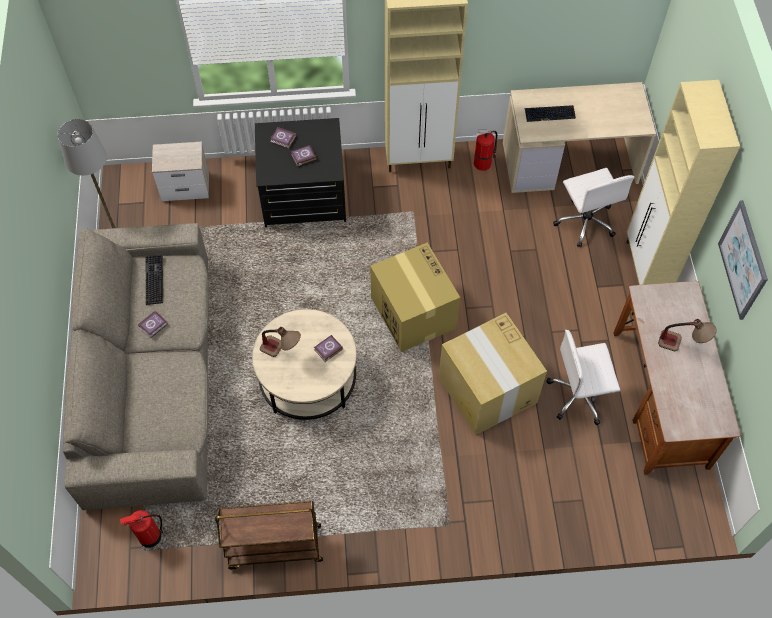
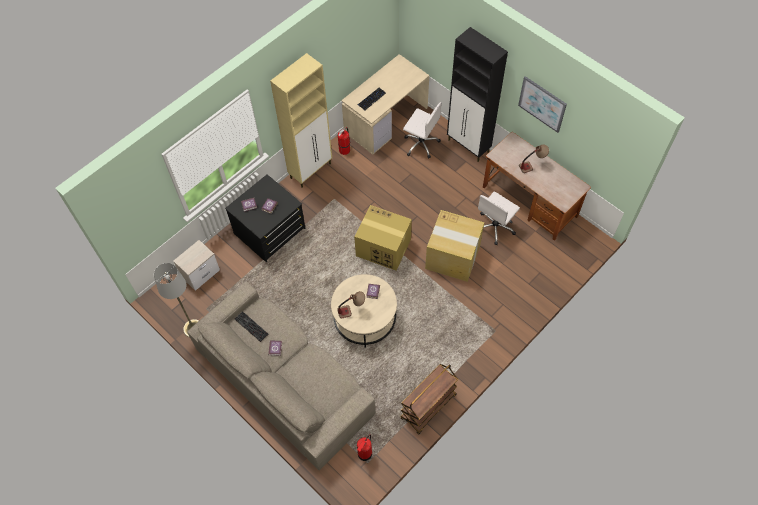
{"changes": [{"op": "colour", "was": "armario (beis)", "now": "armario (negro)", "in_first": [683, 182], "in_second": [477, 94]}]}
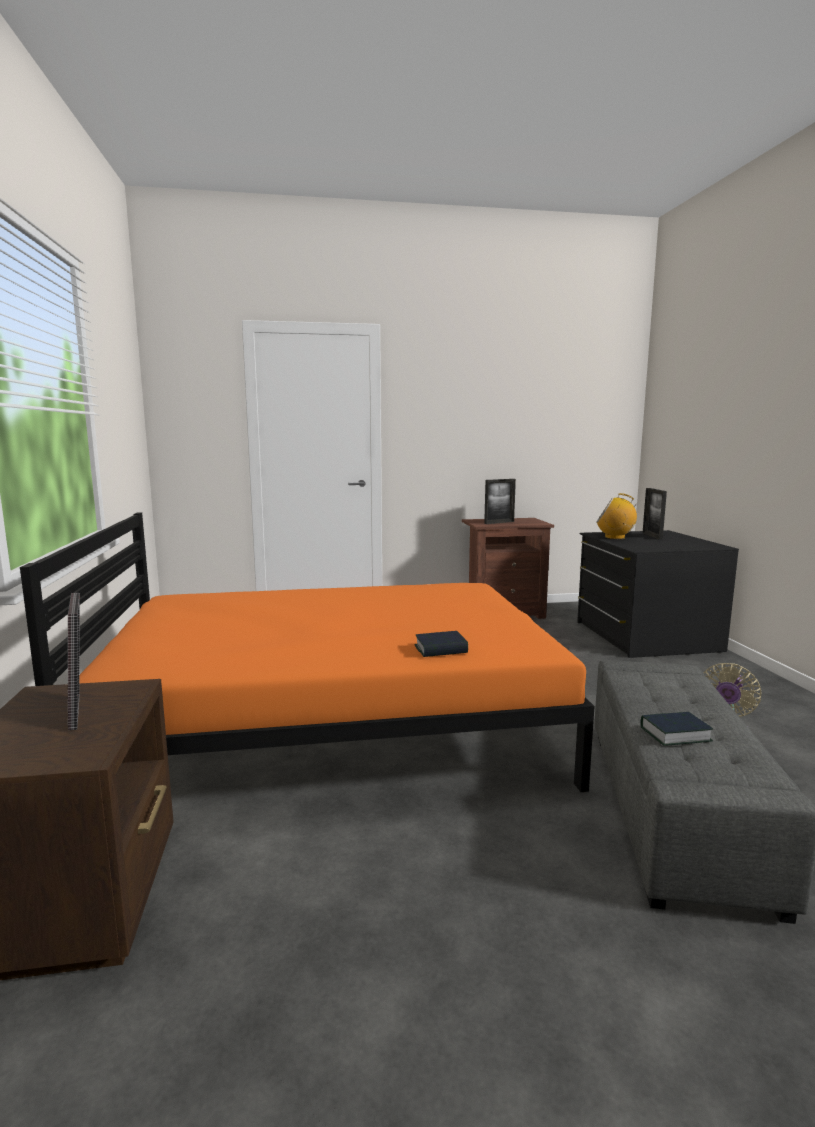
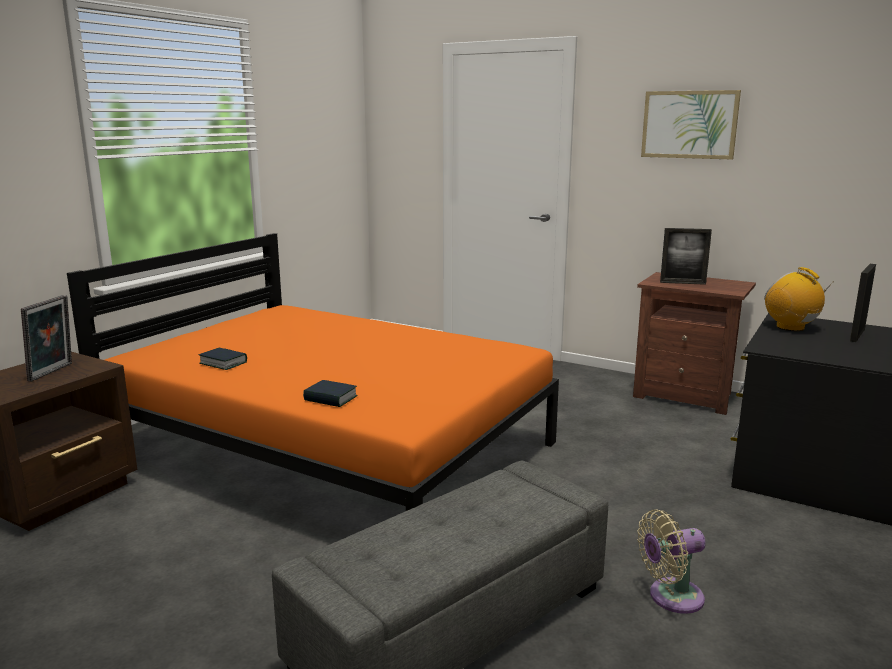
{"changes": [{"op": "relocated", "was": "libro", "in_first": [677, 729], "in_second": [223, 359]}, {"op": "appeared", "now": "cuadro", "in_second": [691, 125]}]}
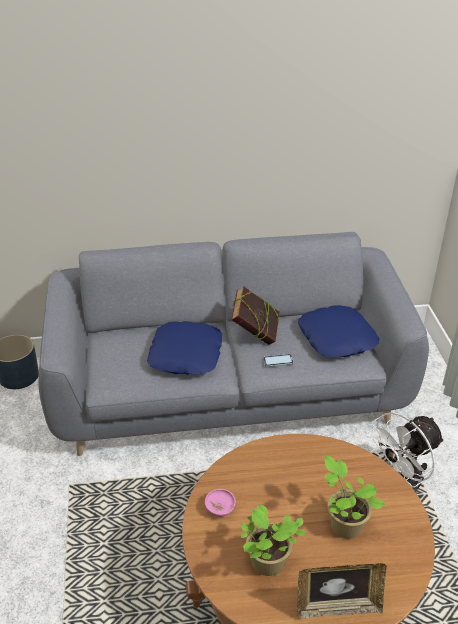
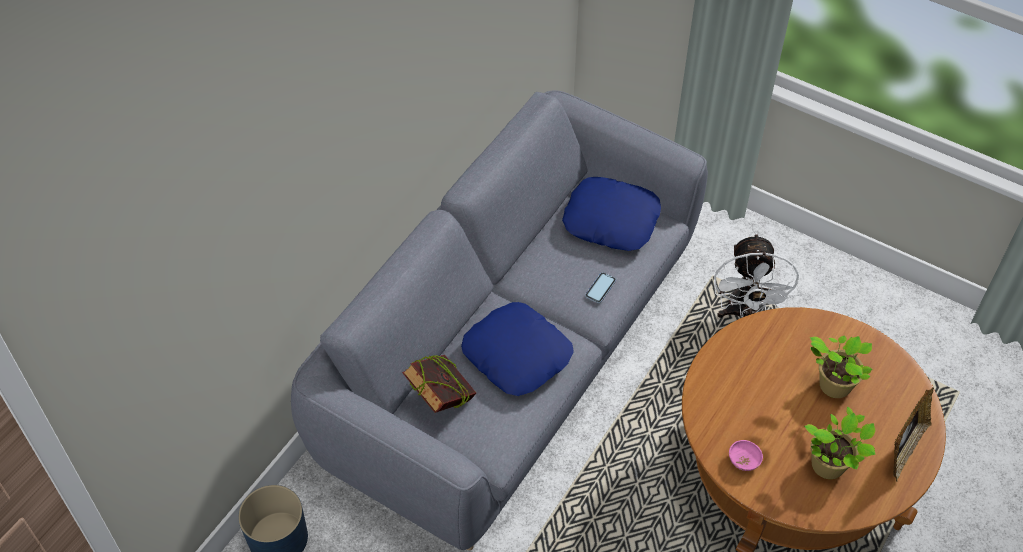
{"changes": [{"op": "relocated", "was": "libro", "in_first": [255, 315], "in_second": [439, 384]}]}
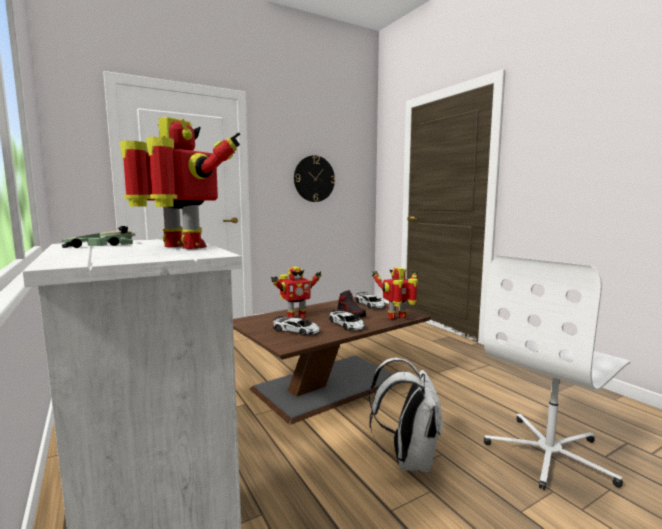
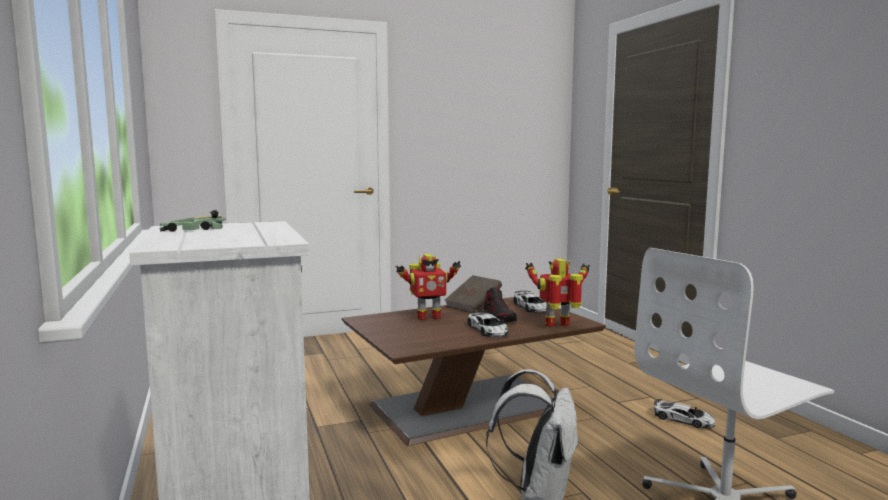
{"changes": [{"op": "appeared", "now": "libro (marrón)", "in_second": [473, 293]}, {"op": "relocated", "was": "coche de juguete", "in_first": [296, 326], "in_second": [685, 414]}, {"op": "missing", "was": "robot de juguete", "in_first": [180, 183]}, {"op": "missing", "was": "reloj de pared", "in_first": [314, 178]}]}
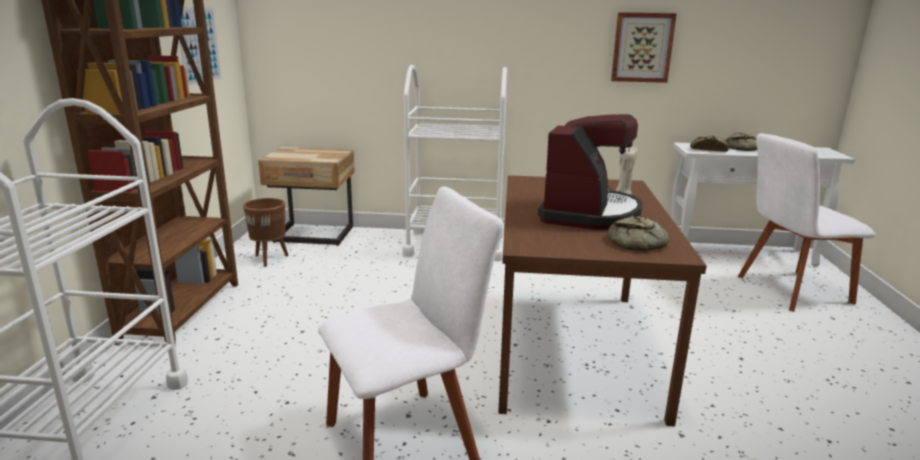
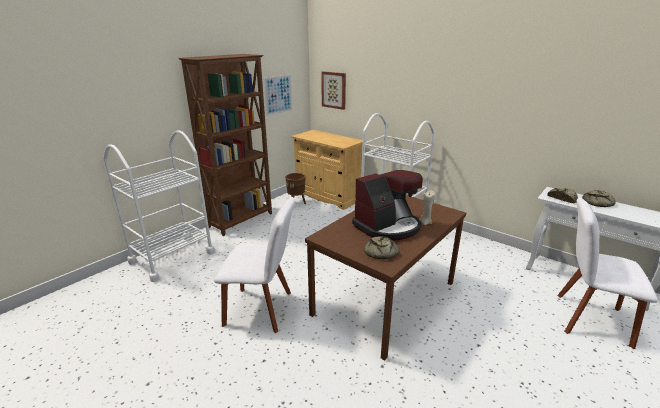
{"changes": [{"op": "exchanged", "was": "mesita de noche (beis)", "now": "armario (beis)", "in_first": [306, 196], "in_second": [328, 170]}, {"op": "relocated", "was": "cuadro", "in_first": [644, 47], "in_second": [333, 90]}]}
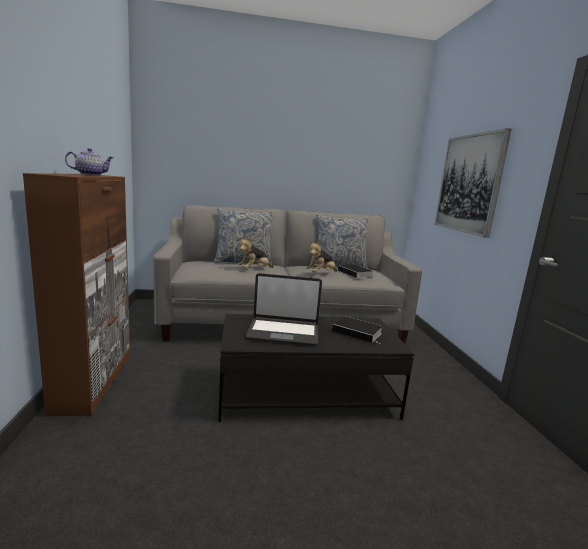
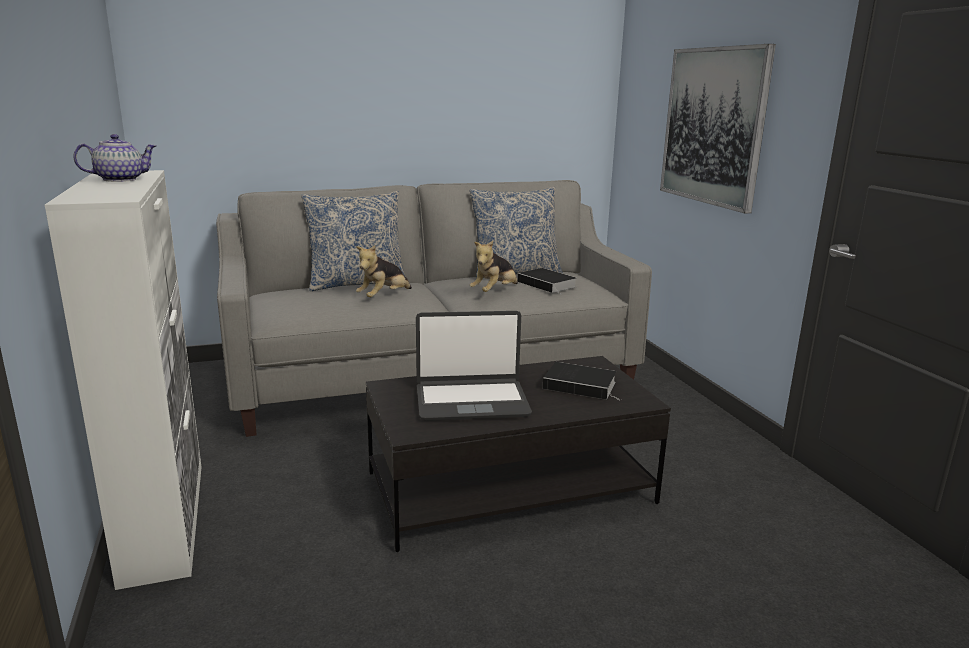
{"changes": [{"op": "colour", "was": "armario (marrón)", "now": "armario (blanco)", "in_first": [76, 294], "in_second": [123, 380]}]}
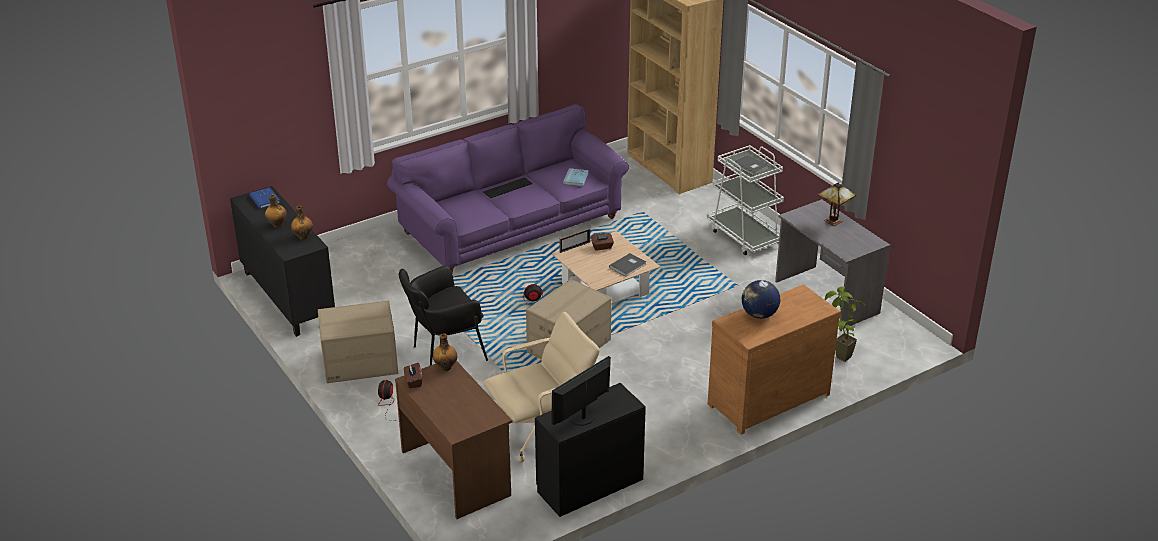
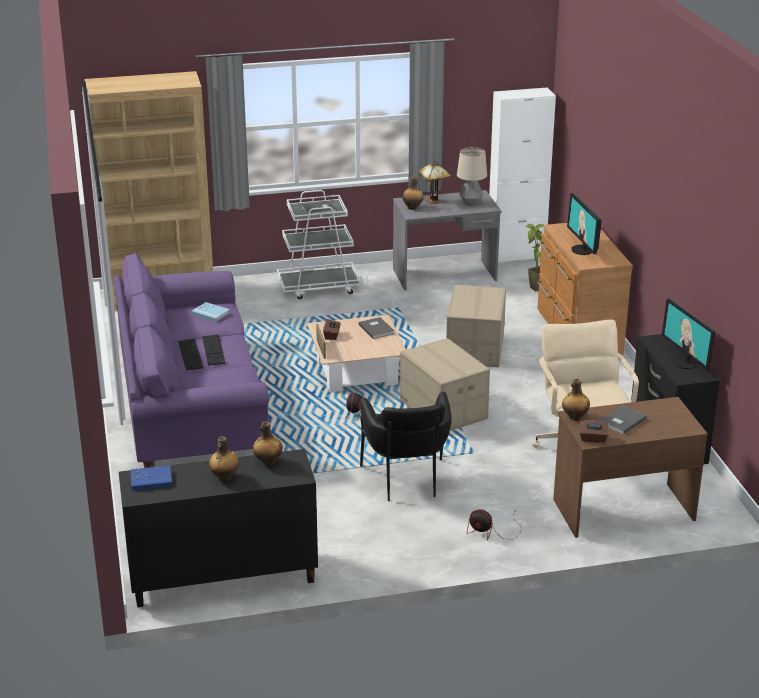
{"changes": [{"op": "appeared", "now": "teclado", "in_second": [214, 350]}, {"op": "appeared", "now": "botella", "in_second": [412, 193]}, {"op": "relocated", "was": "caja de cartón", "in_first": [358, 342], "in_second": [476, 326]}, {"op": "appeared", "now": "lámpara de mesa", "in_second": [472, 176]}, {"op": "appeared", "now": "armario (blanco)", "in_second": [522, 174]}, {"op": "exchanged", "was": "globo terráqueo", "now": "monitor", "in_first": [761, 299], "in_second": [584, 224]}, {"op": "appeared", "now": "libro (gris)", "in_second": [623, 420]}]}
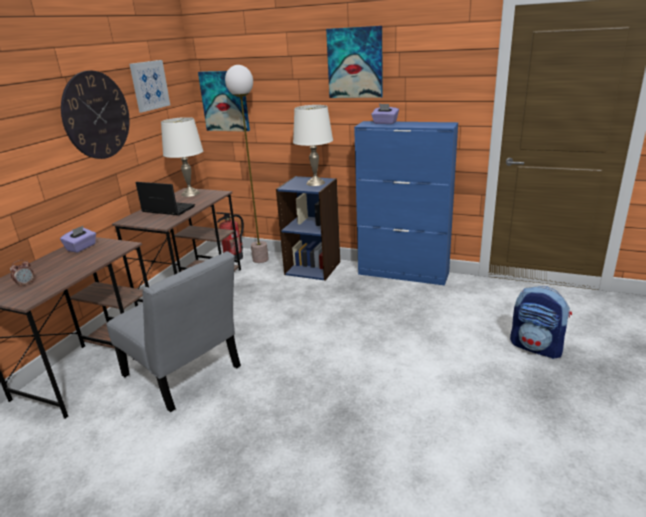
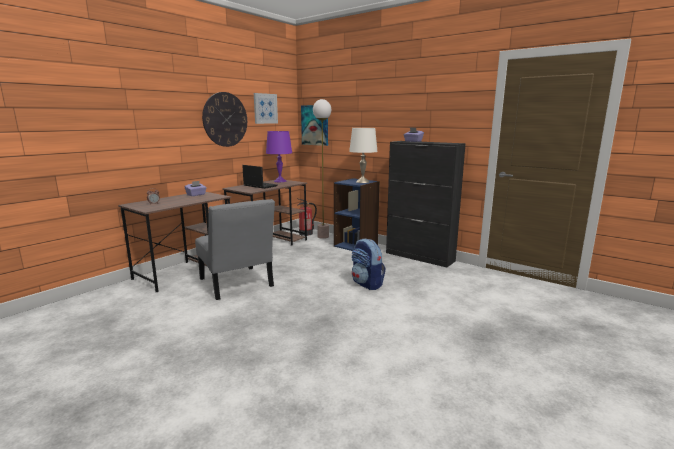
{"changes": [{"op": "colour", "was": "lámpara de mesa (blanco)", "now": "lámpara de mesa (morado)", "in_first": [182, 157], "in_second": [279, 156]}, {"op": "relocated", "was": "mochila", "in_first": [541, 322], "in_second": [369, 264]}, {"op": "colour", "was": "armario (azul)", "now": "armario (negro)", "in_first": [406, 203], "in_second": [426, 204]}, {"op": "missing", "was": "cuadro", "in_first": [354, 62]}]}
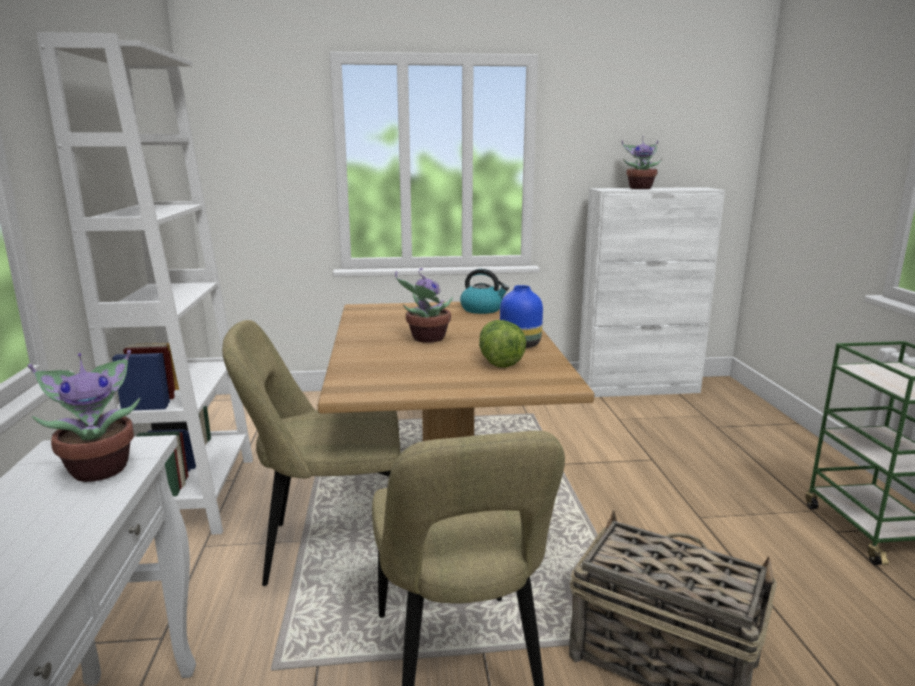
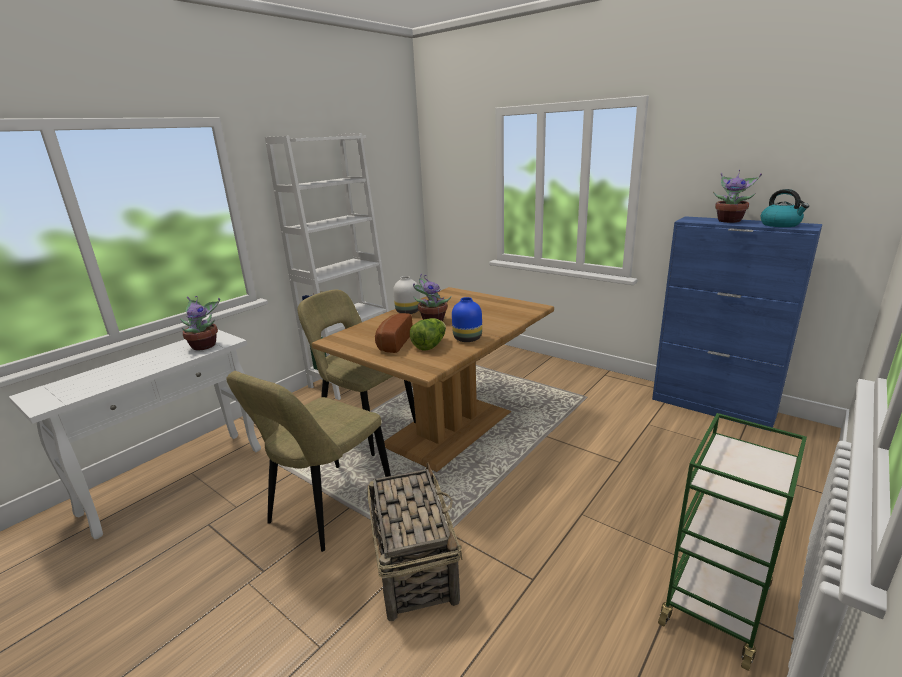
{"changes": [{"op": "appeared", "now": "pan", "in_second": [394, 333]}, {"op": "appeared", "now": "florero (blanco)", "in_second": [406, 295]}, {"op": "colour", "was": "armario (blanco)", "now": "armario (azul)", "in_first": [651, 292], "in_second": [737, 324]}, {"op": "relocated", "was": "hervidor", "in_first": [484, 291], "in_second": [785, 208]}]}
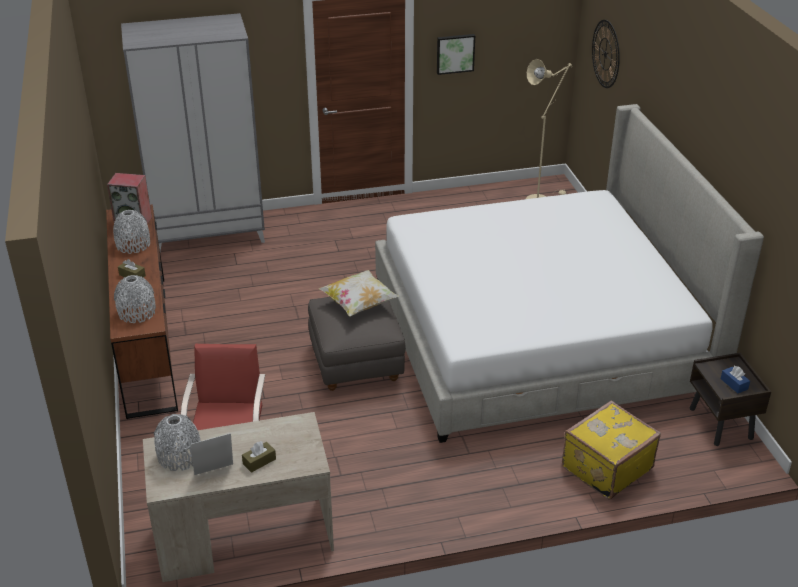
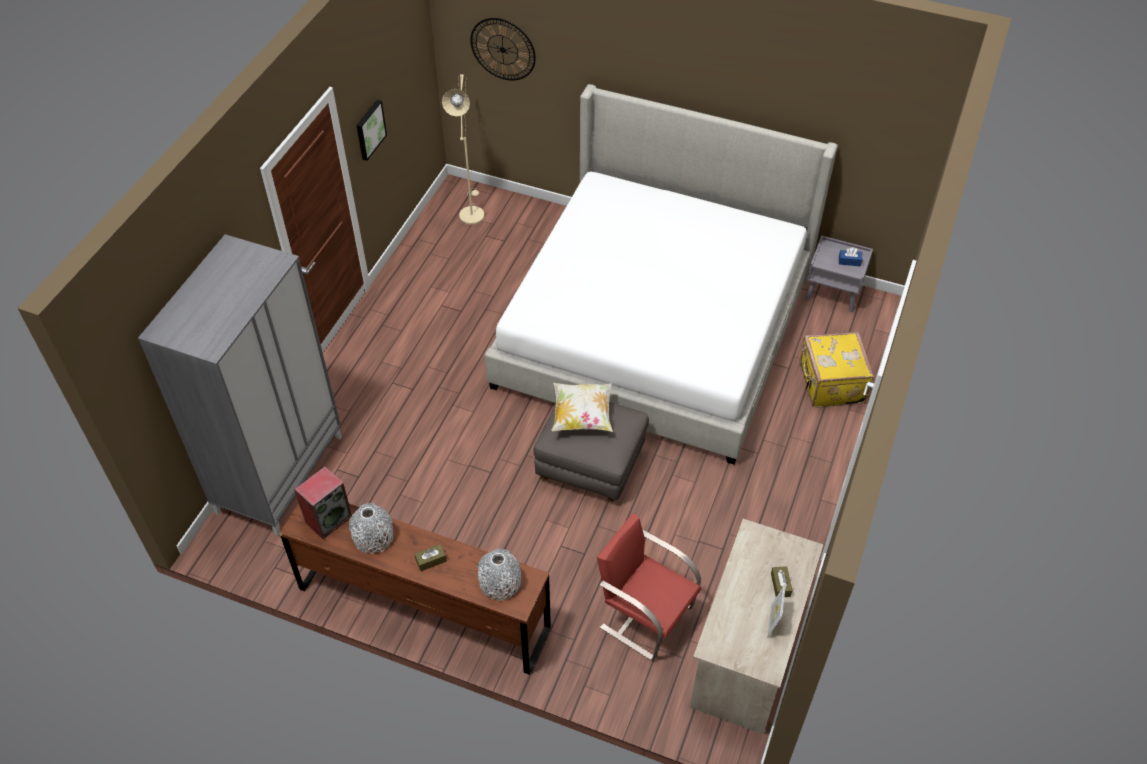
{"changes": [{"op": "colour", "was": "mesita de noche (marrón)", "now": "mesita de noche (gris)", "in_first": [730, 399], "in_second": [839, 274]}, {"op": "missing", "was": "florero (gris)", "in_first": [177, 442]}]}
